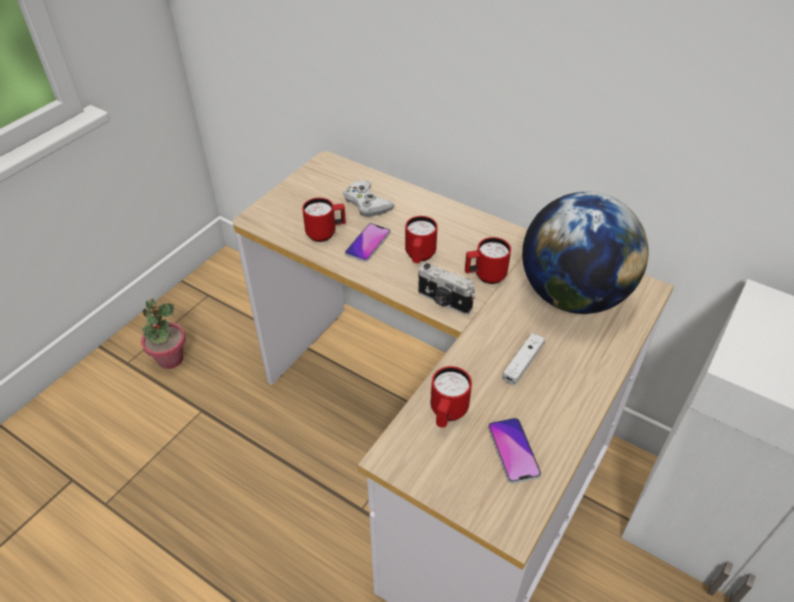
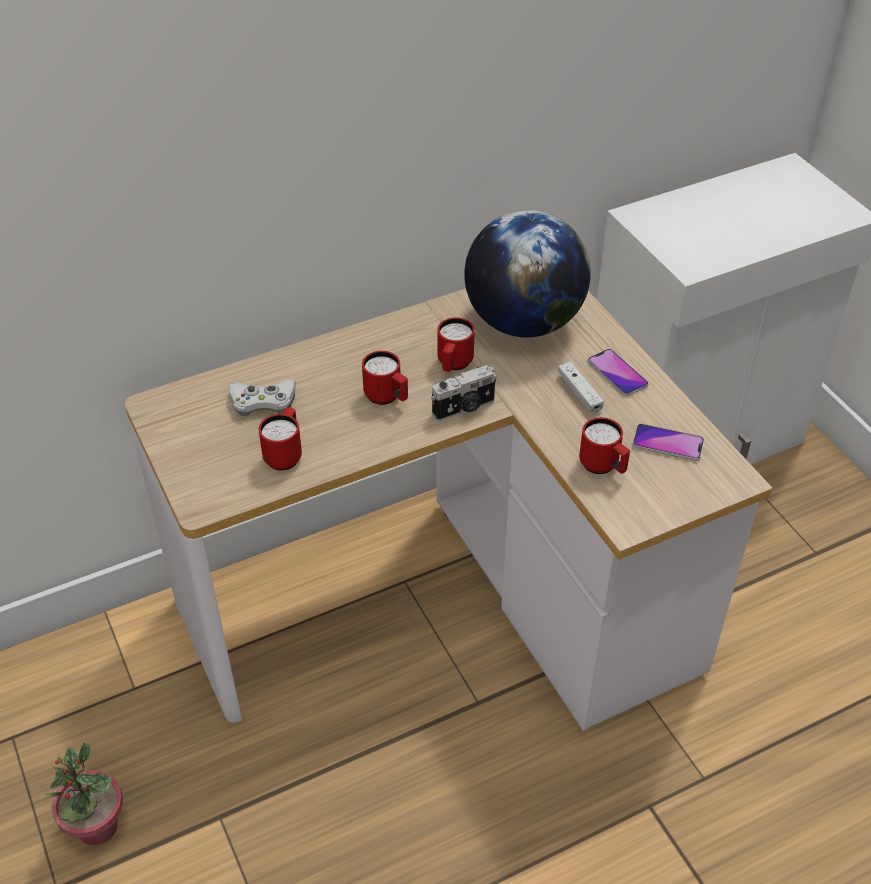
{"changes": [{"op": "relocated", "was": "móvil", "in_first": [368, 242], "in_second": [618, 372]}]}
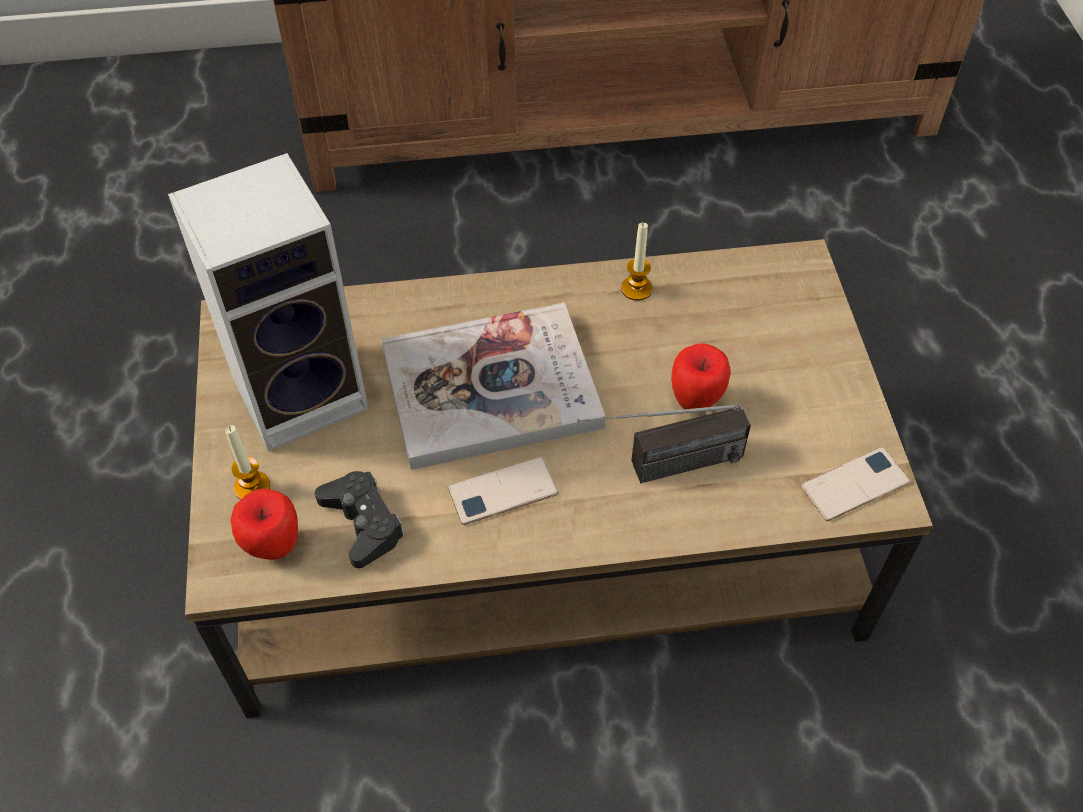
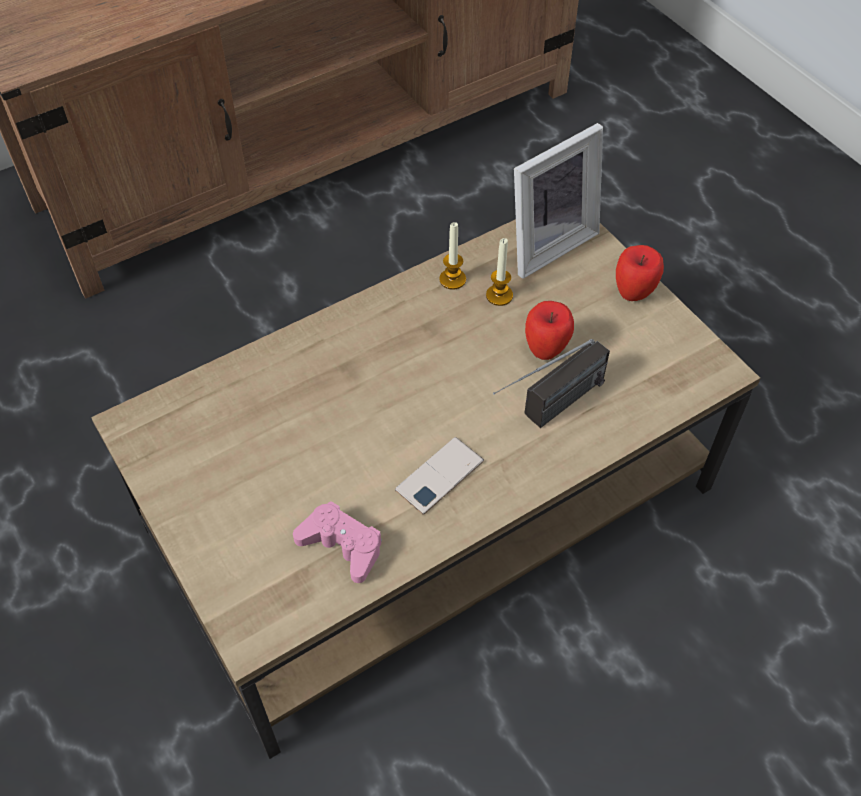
{"changes": [{"op": "colour", "was": "mando de consola (negro)", "now": "mando de consola (rosa)", "in_first": [360, 519], "in_second": [337, 542]}, {"op": "relocated", "was": "vela", "in_first": [247, 462], "in_second": [499, 272]}, {"op": "appeared", "now": "portarretratos", "in_second": [558, 201]}, {"op": "relocated", "was": "manzana", "in_first": [264, 524], "in_second": [640, 273]}, {"op": "missing", "was": "altavoz", "in_first": [268, 302]}, {"op": "missing", "was": "libro", "in_first": [493, 386]}, {"op": "missing", "was": "móvil", "in_first": [855, 484]}]}
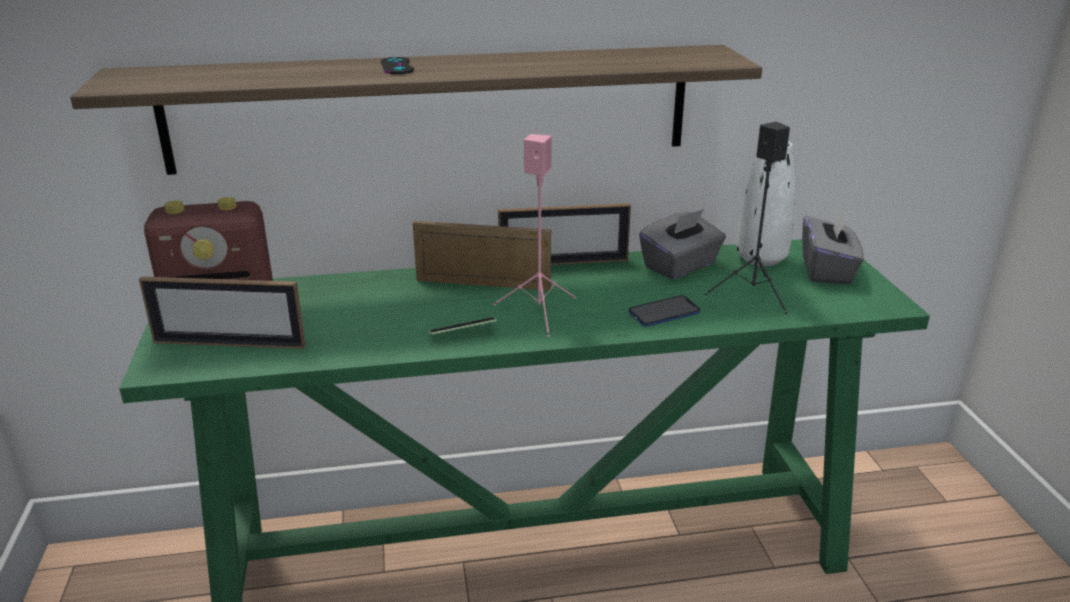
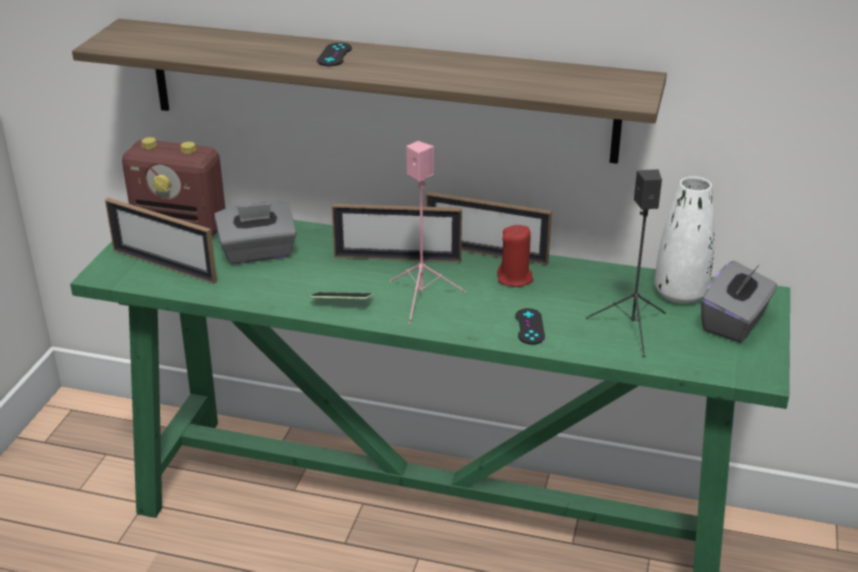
{"changes": [{"op": "relocated", "was": "caja de pañuelos (gris)", "in_first": [682, 244], "in_second": [255, 233]}, {"op": "spun", "was": "portarretratos", "in_first": [482, 255], "in_second": [397, 233], "clockwise": 150}, {"op": "appeared", "now": "vela (rojo)", "in_second": [515, 256]}, {"op": "exchanged", "was": "móvil", "now": "mando de consola (negro)", "in_first": [664, 311], "in_second": [530, 326]}]}
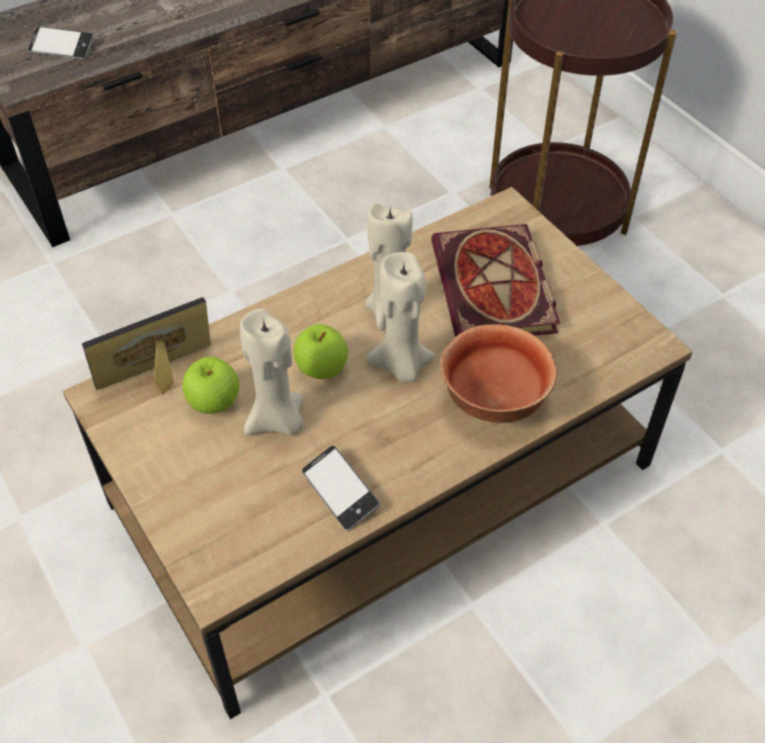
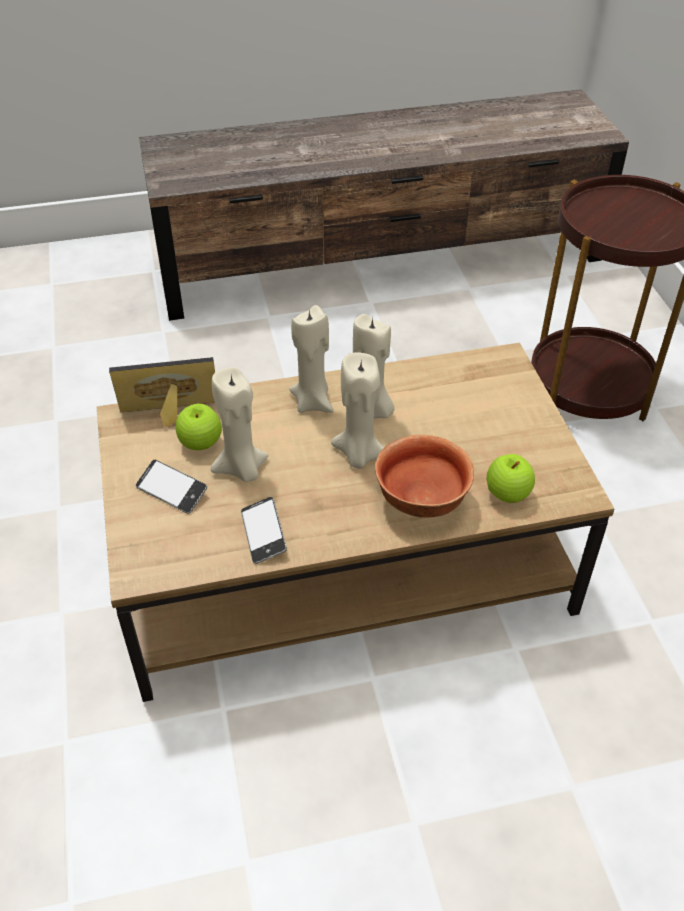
{"changes": [{"op": "relocated", "was": "móvil", "in_first": [61, 42], "in_second": [171, 486]}, {"op": "appeared", "now": "vela (beis)", "in_second": [311, 359]}, {"op": "relocated", "was": "manzana", "in_first": [320, 351], "in_second": [511, 478]}, {"op": "missing", "was": "libro", "in_first": [495, 280]}]}
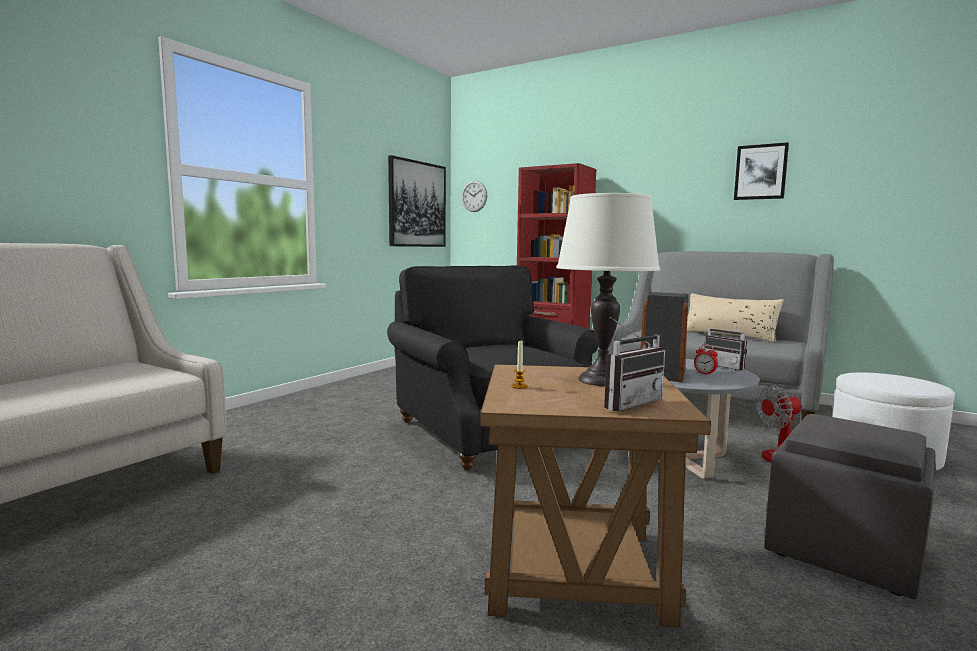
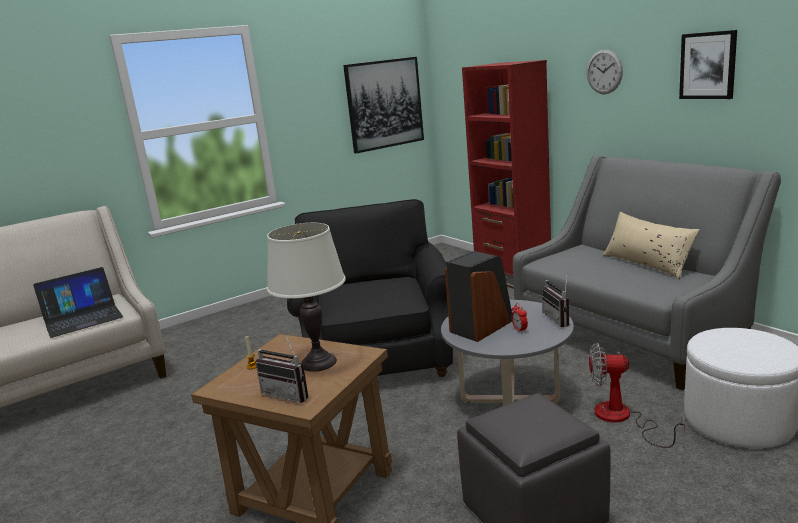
{"changes": [{"op": "appeared", "now": "portátil", "in_second": [78, 302]}, {"op": "spun", "was": "radio", "in_first": [634, 364], "in_second": [281, 367], "clockwise": 45}, {"op": "relocated", "was": "reloj de pared", "in_first": [474, 196], "in_second": [605, 71]}]}
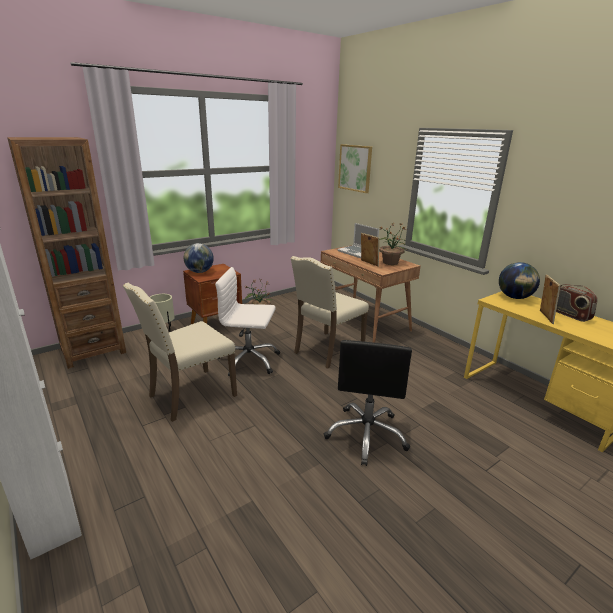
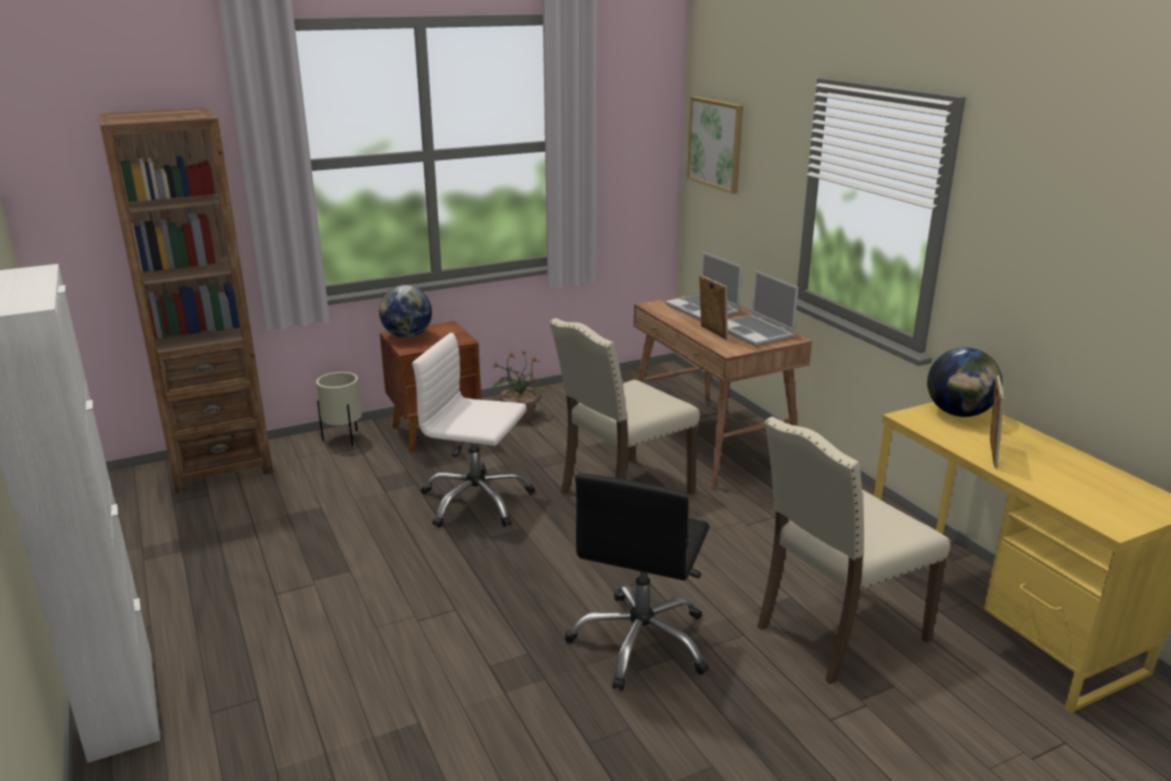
{"changes": [{"op": "exchanged", "was": "planta en maceta", "now": "portátil", "in_first": [393, 244], "in_second": [763, 308]}, {"op": "relocated", "was": "silla (beis)", "in_first": [180, 352], "in_second": [853, 550]}, {"op": "missing", "was": "radio", "in_first": [577, 303]}]}
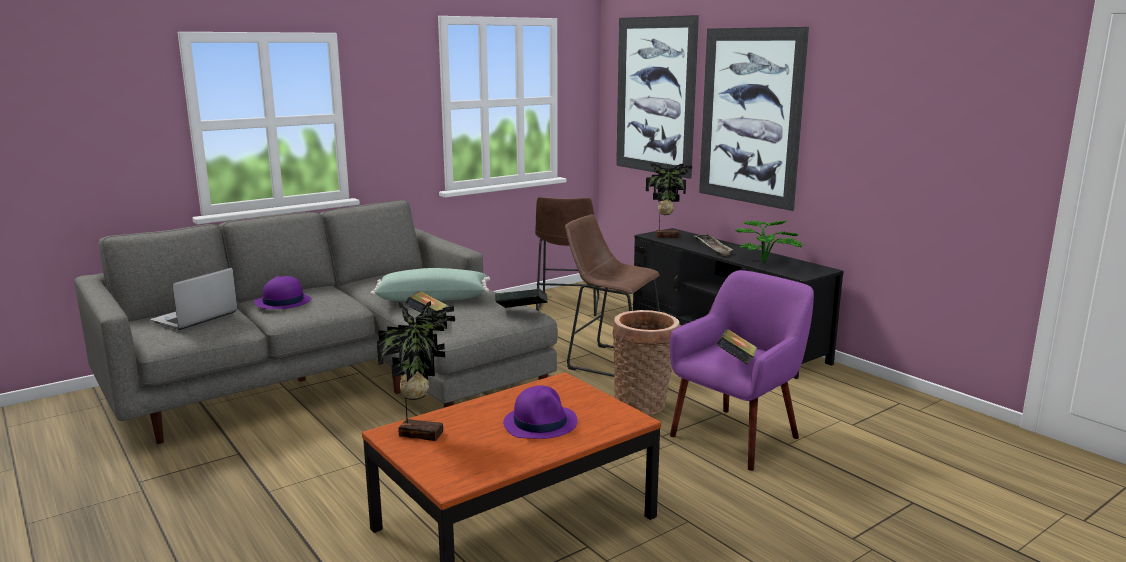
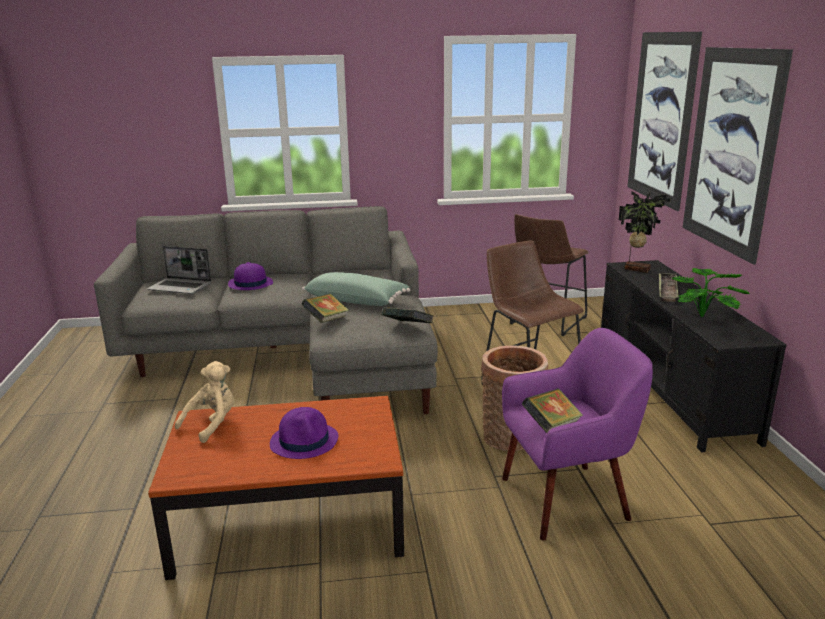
{"changes": [{"op": "spun", "was": "portátil", "in_first": [194, 299], "in_second": [179, 270], "clockwise": -135}, {"op": "exchanged", "was": "planta en maceta", "now": "peluche (beis)", "in_first": [416, 371], "in_second": [204, 402]}]}
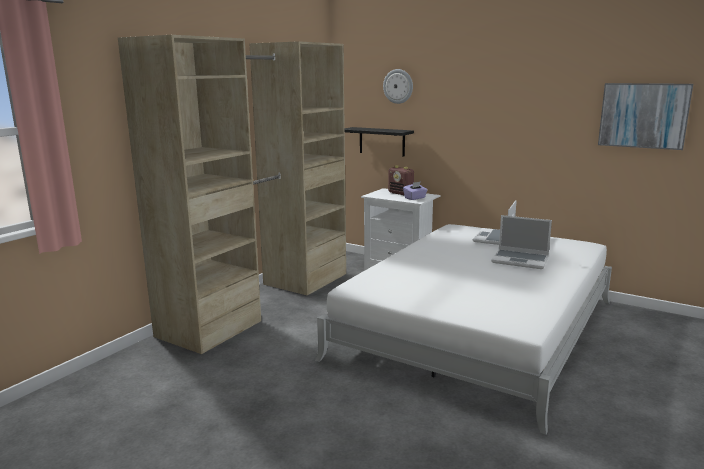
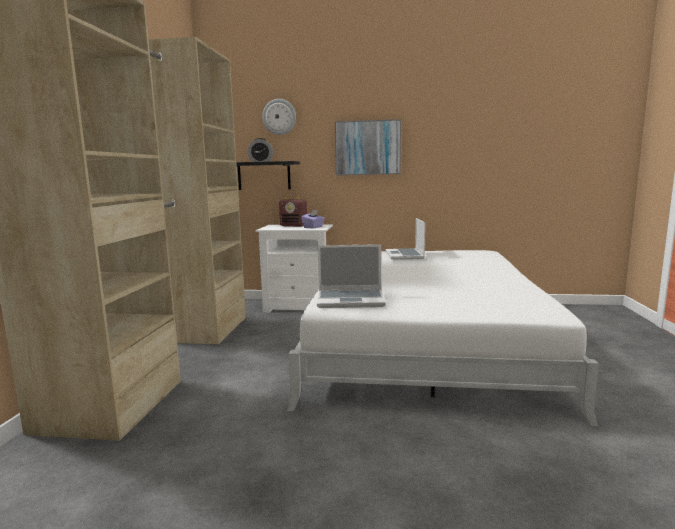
{"changes": [{"op": "appeared", "now": "despertador", "in_second": [260, 150]}, {"op": "relocated", "was": "portátil", "in_first": [521, 242], "in_second": [351, 276]}, {"op": "relocated", "was": "cuadro", "in_first": [645, 116], "in_second": [368, 147]}]}
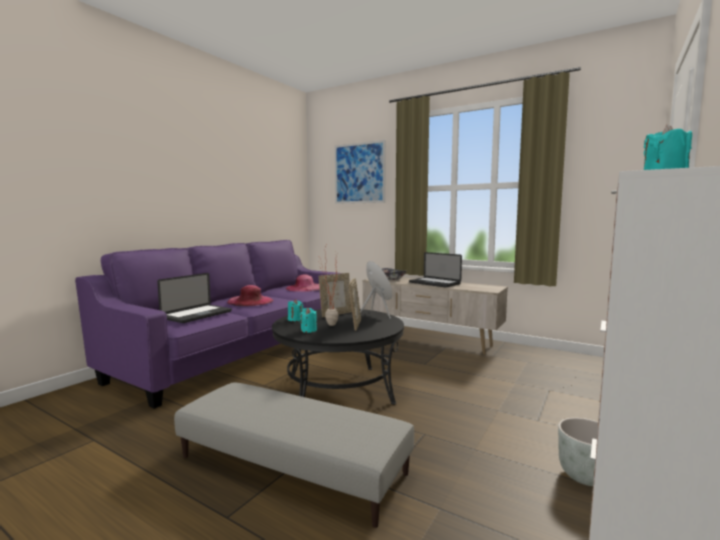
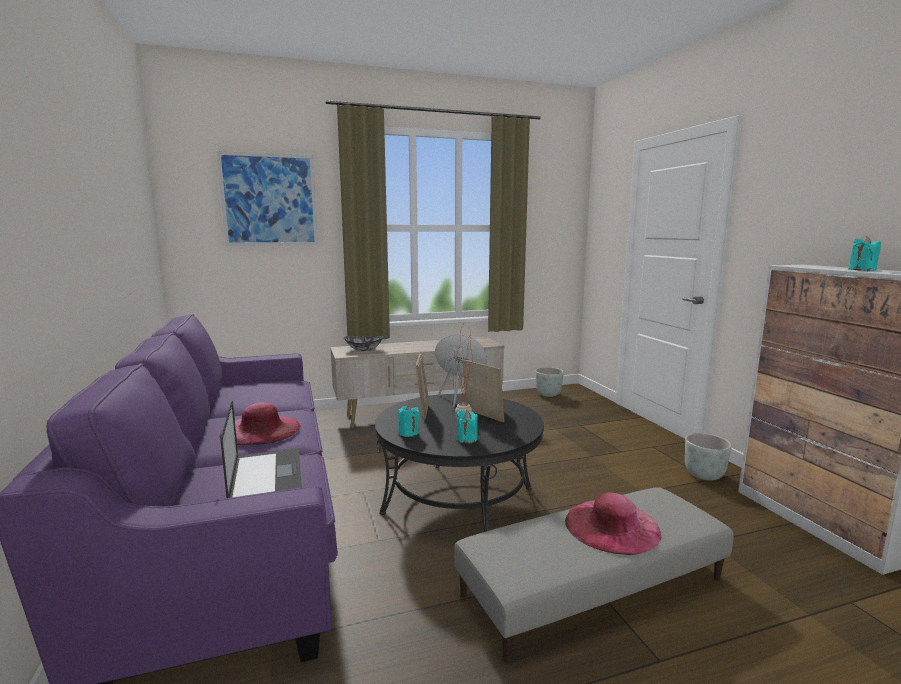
{"changes": [{"op": "appeared", "now": "maceta (gris)", "in_second": [549, 382]}, {"op": "relocated", "was": "sombrero (rosa)", "in_first": [303, 283], "in_second": [613, 524]}, {"op": "missing", "was": "portátil", "in_first": [435, 270]}]}
